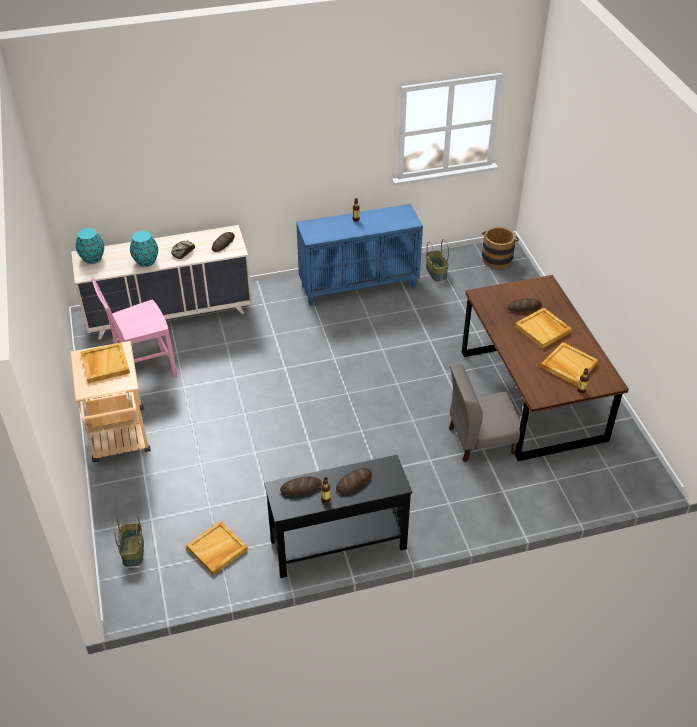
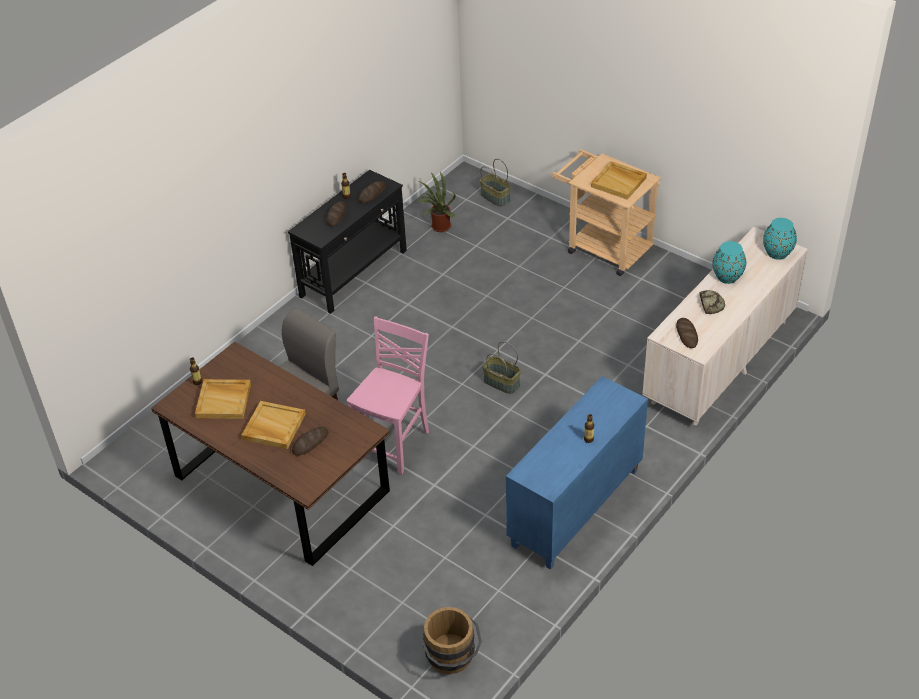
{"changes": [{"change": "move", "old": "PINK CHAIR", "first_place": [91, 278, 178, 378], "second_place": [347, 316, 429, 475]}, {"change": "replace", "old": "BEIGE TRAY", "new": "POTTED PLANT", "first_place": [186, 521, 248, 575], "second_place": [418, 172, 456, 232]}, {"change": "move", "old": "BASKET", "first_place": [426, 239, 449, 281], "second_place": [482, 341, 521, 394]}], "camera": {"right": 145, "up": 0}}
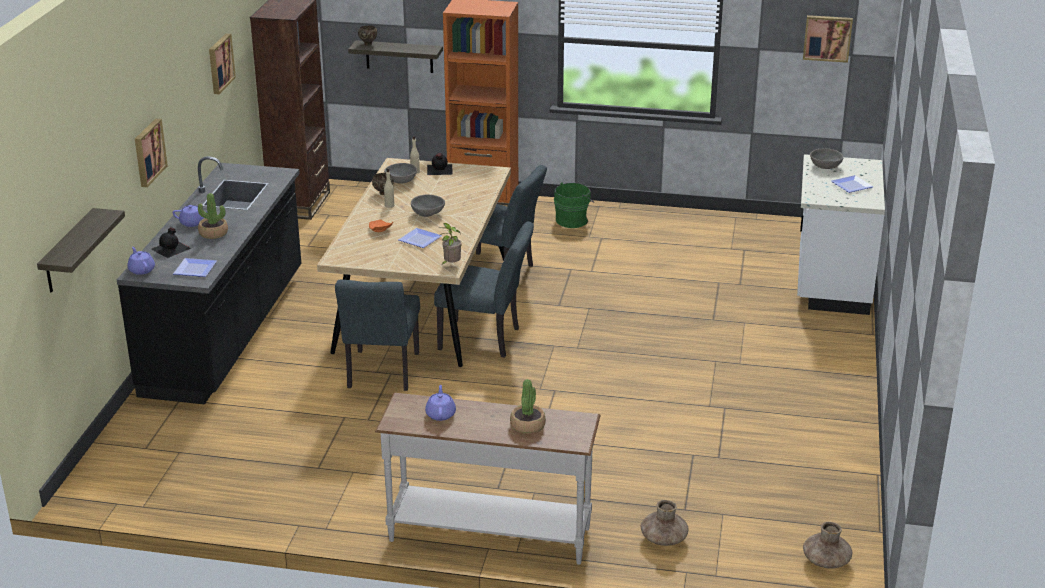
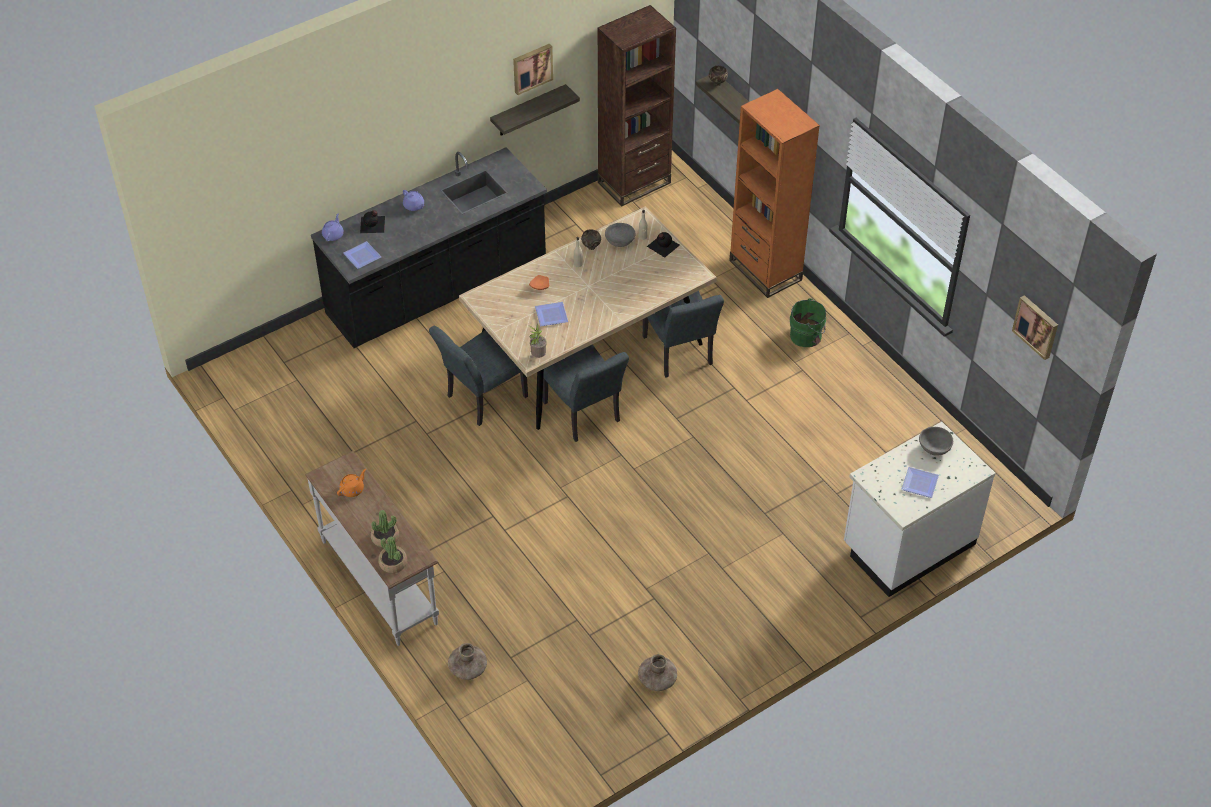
{"changes": [{"change": "recolor", "old": "PURPLE TEAPOT", "new": "ORANGE TEAPOT", "first_place": [425, 385, 456, 421], "second_place": [337, 469, 366, 497]}, {"change": "move", "old": "POTTED PLANT", "first_place": [198, 193, 228, 239], "second_place": [378, 536, 407, 573]}, {"change": "move", "old": "SHELF", "first_place": [37, 208, 125, 292], "second_place": [490, 84, 580, 136]}, {"change": "move", "old": "BROWN VASE", "first_place": [803, 522, 852, 568], "second_place": [638, 654, 677, 691]}, {"change": "delete", "old": "PICTURE", "first_place": [135, 119, 168, 187]}, {"change": "delete", "old": "GREY BOWL", "first_place": [411, 195, 445, 217]}], "camera": {"right": 45, "up": 20}}
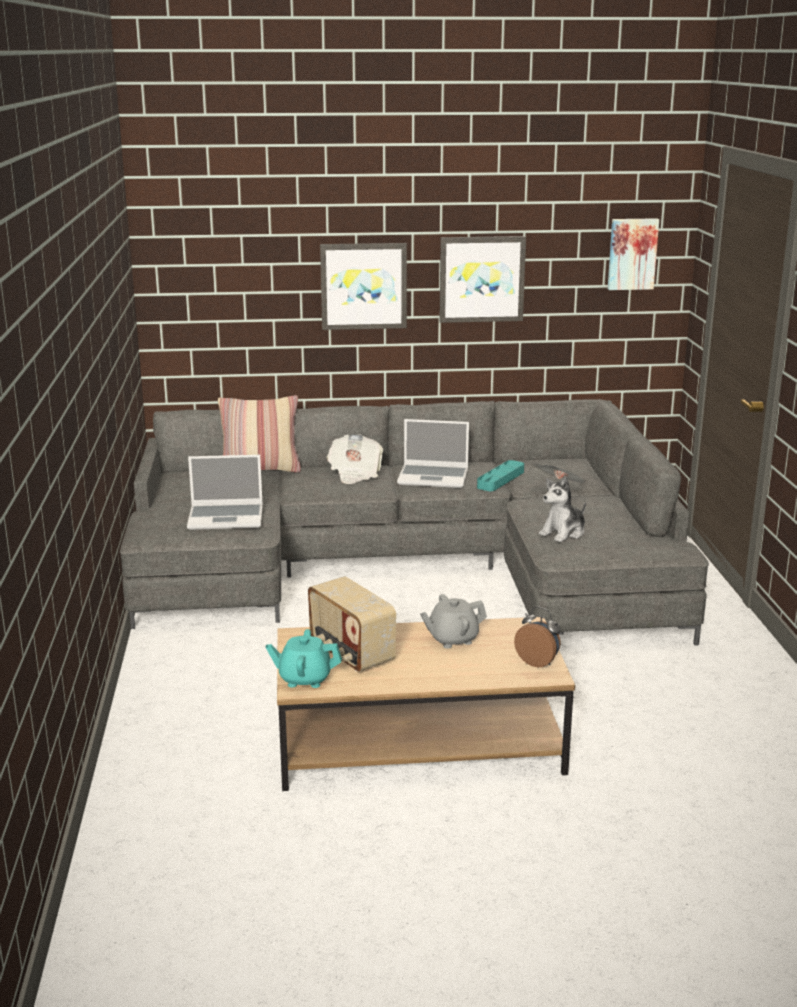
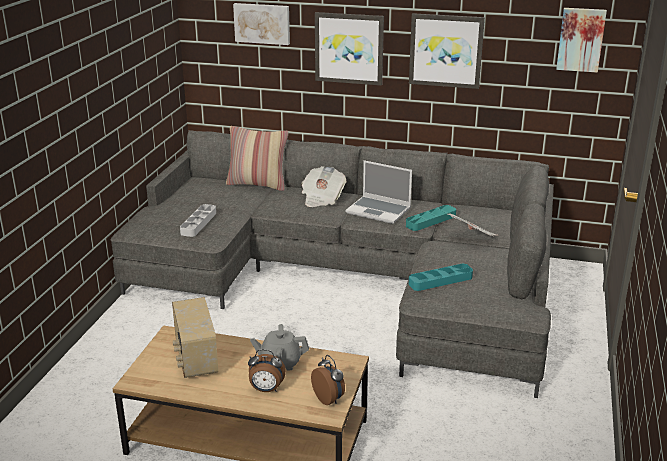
{"changes": [{"change": "replace", "old": "LAPTOP", "new": "GREY TRAY", "first_place": [187, 455, 263, 530], "second_place": [180, 204, 216, 237]}, {"change": "insert", "new": "PICTURE", "second_place": [233, 3, 290, 45]}, {"change": "insert", "new": "ALARM CLOCK", "second_place": [248, 349, 286, 392]}, {"change": "replace", "old": "PLUSH TOY", "new": "TURQUOISE TRAY", "first_place": [539, 476, 586, 542], "second_place": [409, 264, 473, 291]}, {"change": "delete", "old": "TURQUOISE TEAPOT", "first_place": [266, 629, 342, 688]}], "camera": {"right": 20, "up": 5}}
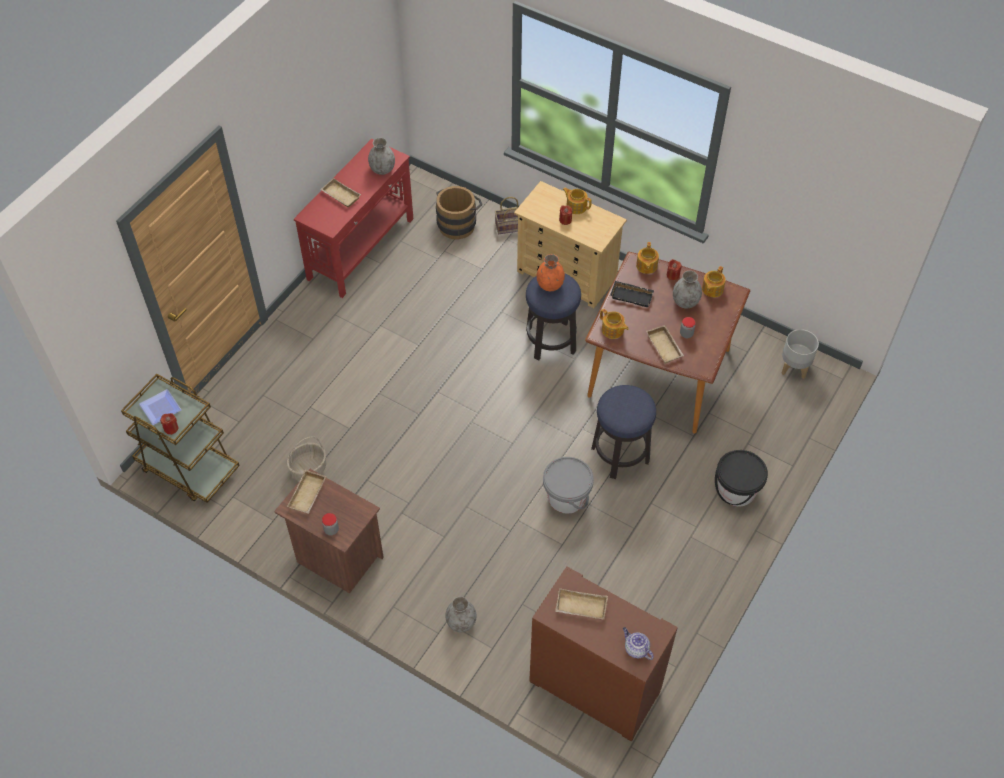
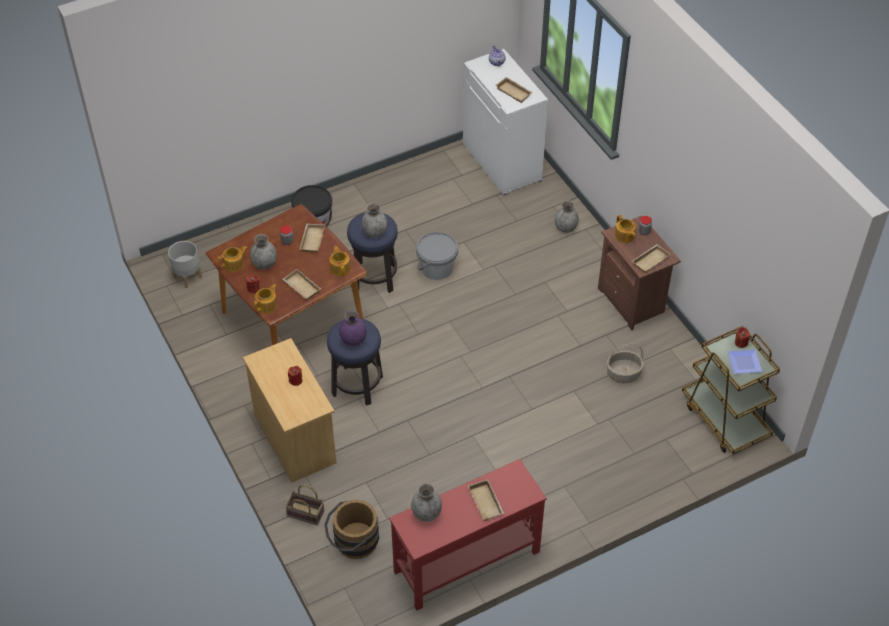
{"changes": [{"change": "recolor", "old": "BLACK TRAY", "new": "BEIGE TRAY", "first_place": [610, 281, 654, 307], "second_place": [283, 269, 321, 300]}, {"change": "recolor", "old": "ORANGE VASE", "new": "PURPLE VASE", "first_place": [537, 254, 565, 291], "second_place": [339, 310, 367, 346]}, {"change": "insert", "new": "GREY VASE", "second_place": [362, 203, 387, 238]}, {"change": "recolor", "old": "BROWN CABINET", "new": "WHITE CABINET", "first_place": [529, 567, 678, 742], "second_place": [463, 49, 548, 195]}, {"change": "move", "old": "TEAPOT", "first_place": [563, 188, 592, 214], "second_place": [615, 215, 636, 243]}], "camera": {"right": -150, "up": -5}}
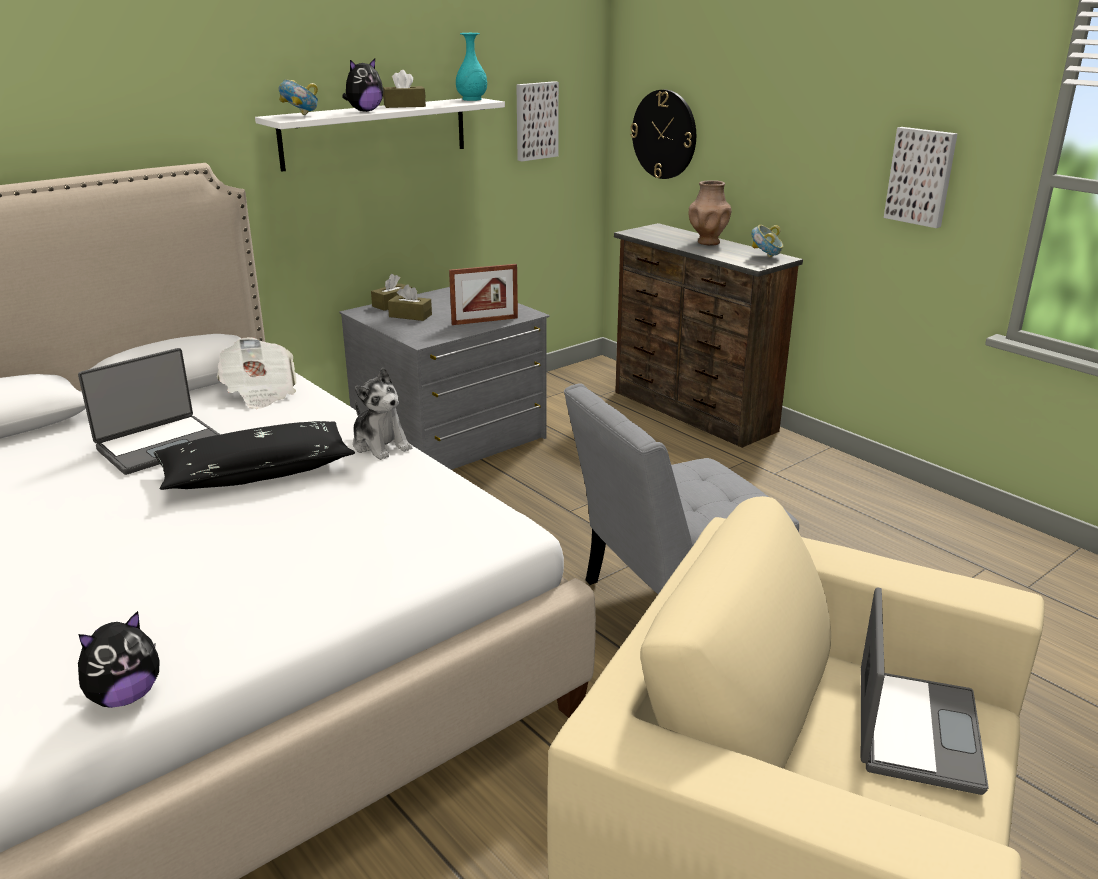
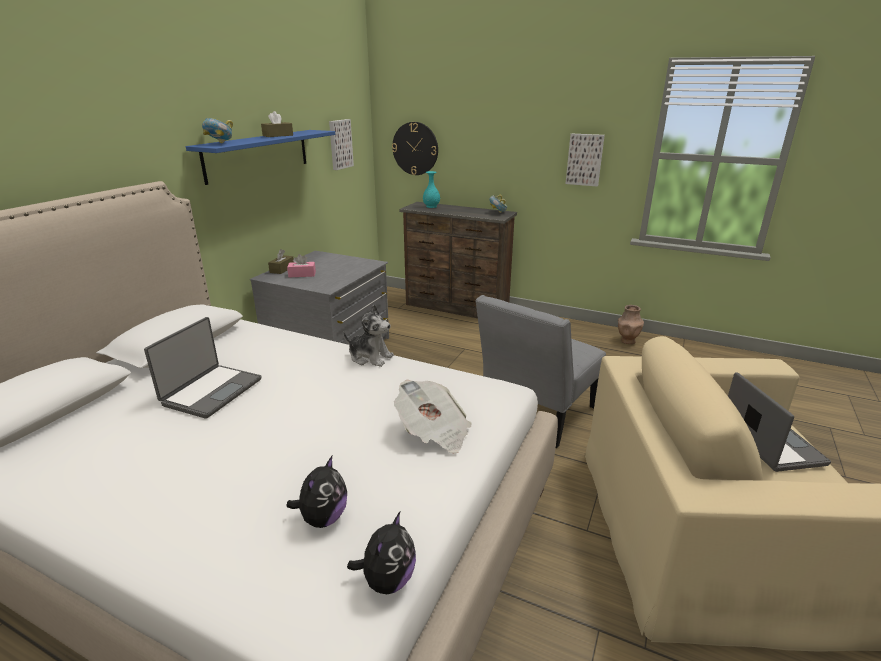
{"changes": [{"change": "recolor", "old": "WHITE SHELF", "new": "BLUE SHELF", "first_place": [255, 98, 505, 172], "second_place": [186, 130, 335, 185]}, {"change": "move", "old": "PLUSH TOY", "first_place": [342, 59, 383, 112], "second_place": [286, 456, 347, 528]}, {"change": "recolor", "old": "BROWN TISSUE BOX", "new": "PINK TISSUE BOX", "first_place": [388, 284, 432, 321], "second_place": [287, 254, 316, 278]}, {"change": "move", "old": "NEWSPAPER", "first_place": [217, 337, 296, 409], "second_place": [394, 380, 472, 453]}, {"change": "move", "old": "TURQUOISE VASE", "first_place": [456, 33, 487, 101], "second_place": [423, 171, 440, 208]}, {"change": "move", "old": "BROWN VASE", "first_place": [688, 180, 732, 246], "second_place": [618, 305, 644, 344]}, {"change": "delete", "old": "BLACK PILLOW", "first_place": [154, 421, 355, 490]}, {"change": "delete", "old": "PICTURE FRAME", "first_place": [449, 264, 518, 325]}], "camera": {"right": -25, "up": 0}}
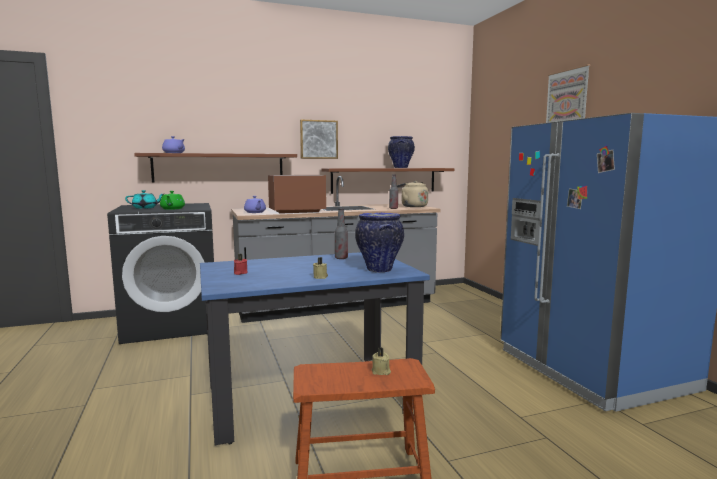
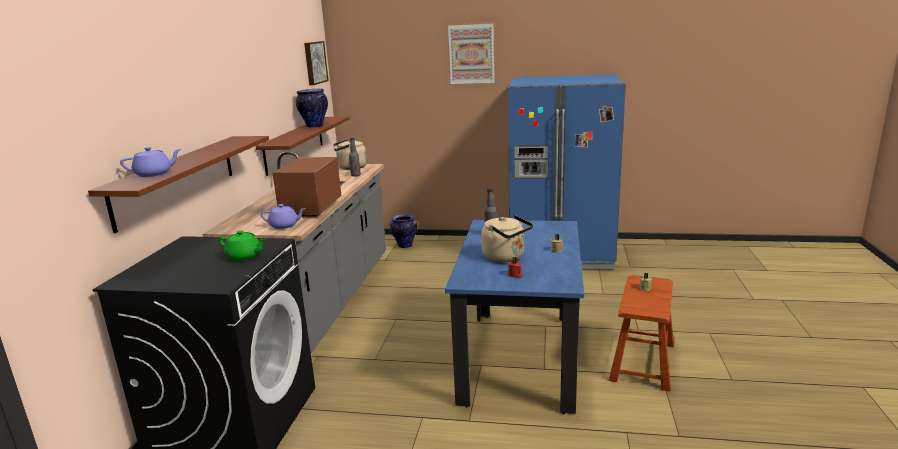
{"changes": [{"change": "move", "old": "PICTURE", "first_place": [300, 120, 338, 159], "second_place": [304, 41, 329, 85]}, {"change": "move", "old": "VASE", "first_place": [355, 213, 404, 273], "second_place": [389, 213, 418, 248]}, {"change": "insert", "new": "BEIGE KETTLE", "second_place": [481, 215, 533, 262]}, {"change": "delete", "old": "TURQUOISE TEAPOT", "first_place": [125, 190, 164, 209]}], "camera": {"right": -60, "up": 10}}
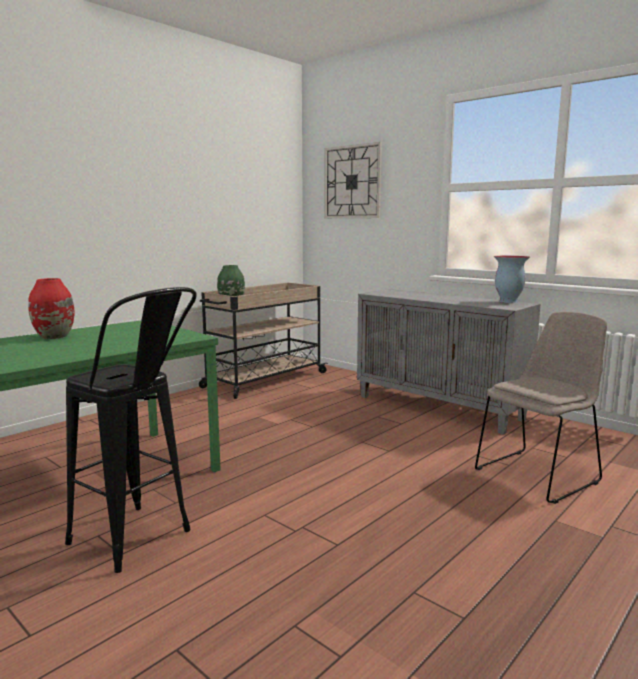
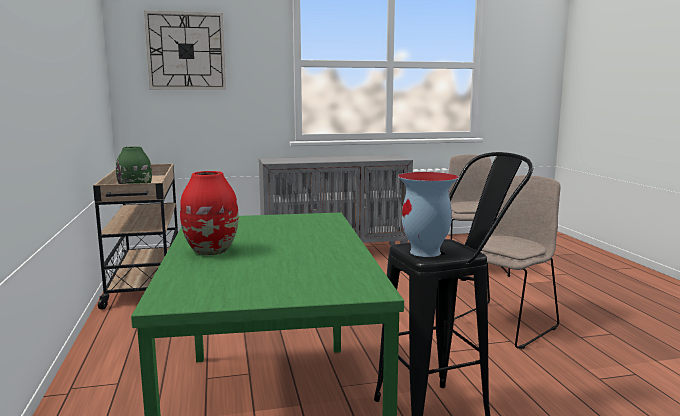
{"changes": [{"change": "move", "old": "VASE", "first_place": [494, 256, 530, 303], "second_place": [398, 172, 459, 257]}, {"change": "insert", "new": "BEIGE CHAIR", "second_place": [454, 175, 560, 349]}], "camera": {"right": -55, "up": 0}}
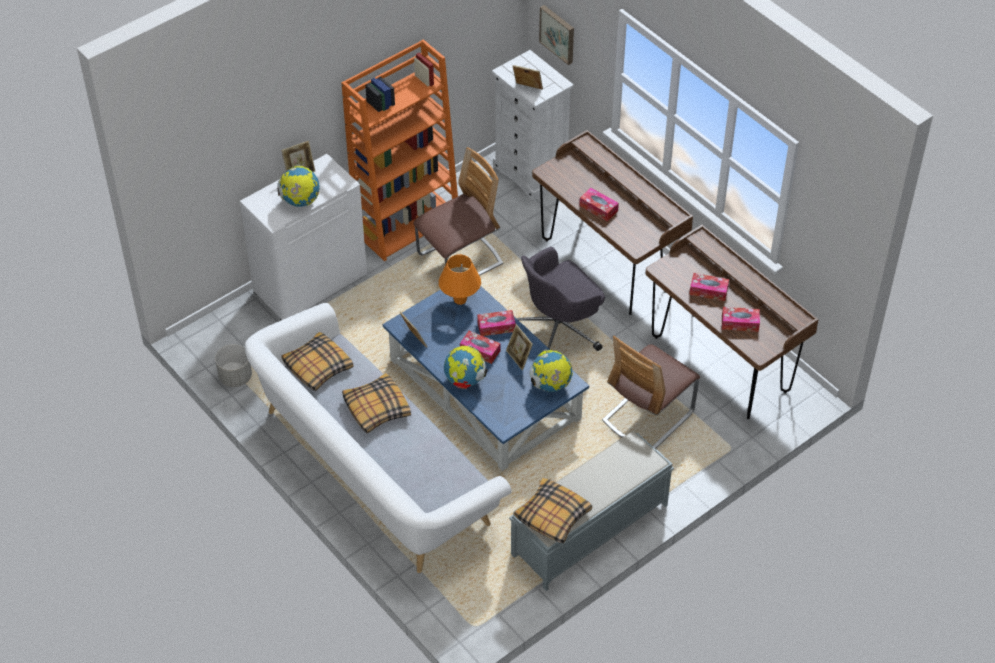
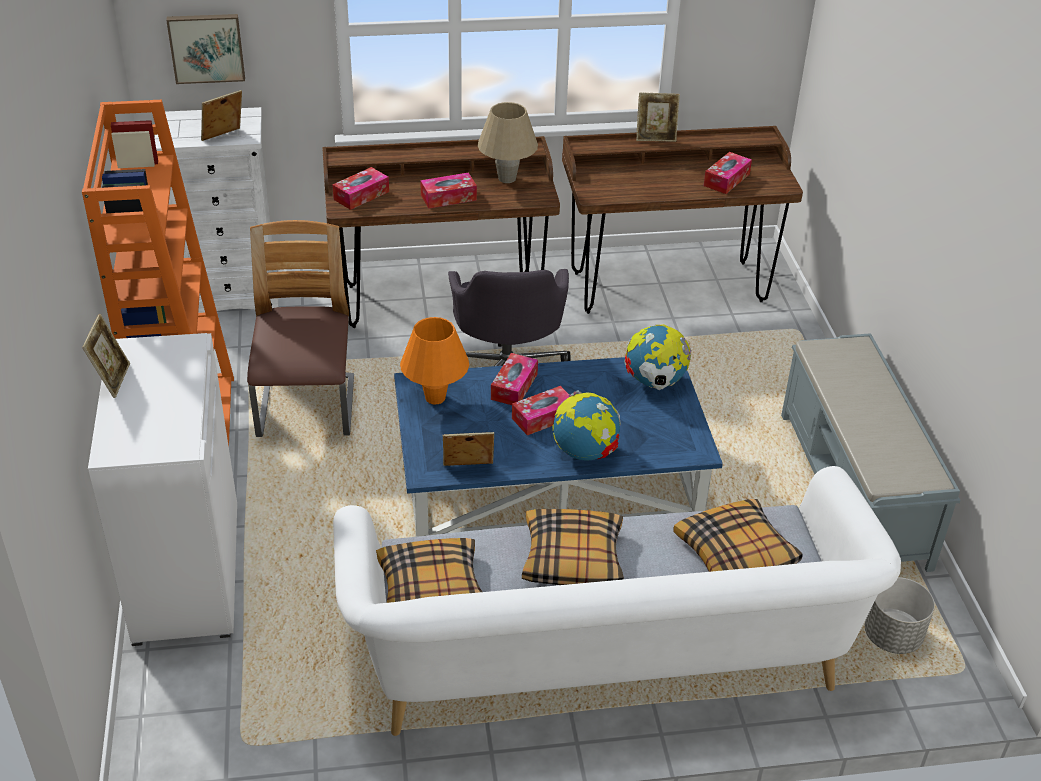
{"changes": [{"change": "move", "old": "TISSUE BOX", "first_place": [689, 273, 729, 301], "second_place": [332, 167, 389, 210]}, {"change": "insert", "new": "BEIGE TABLE LAMP", "second_place": [478, 102, 538, 183]}, {"change": "move", "old": "PICTURE FRAME", "first_place": [506, 324, 533, 370], "second_place": [636, 93, 680, 142]}, {"change": "move", "old": "PILLOW", "first_place": [514, 478, 592, 544], "second_place": [673, 499, 803, 572]}, {"change": "move", "old": "GREY PLANTER", "first_place": [215, 344, 252, 387], "second_place": [865, 577, 935, 654]}, {"change": "delete", "old": "GLOBE", "first_place": [277, 165, 319, 207]}, {"change": "delete", "old": "CHAIR", "first_place": [602, 336, 700, 449]}], "camera": {"right": -60, "up": -10}}
